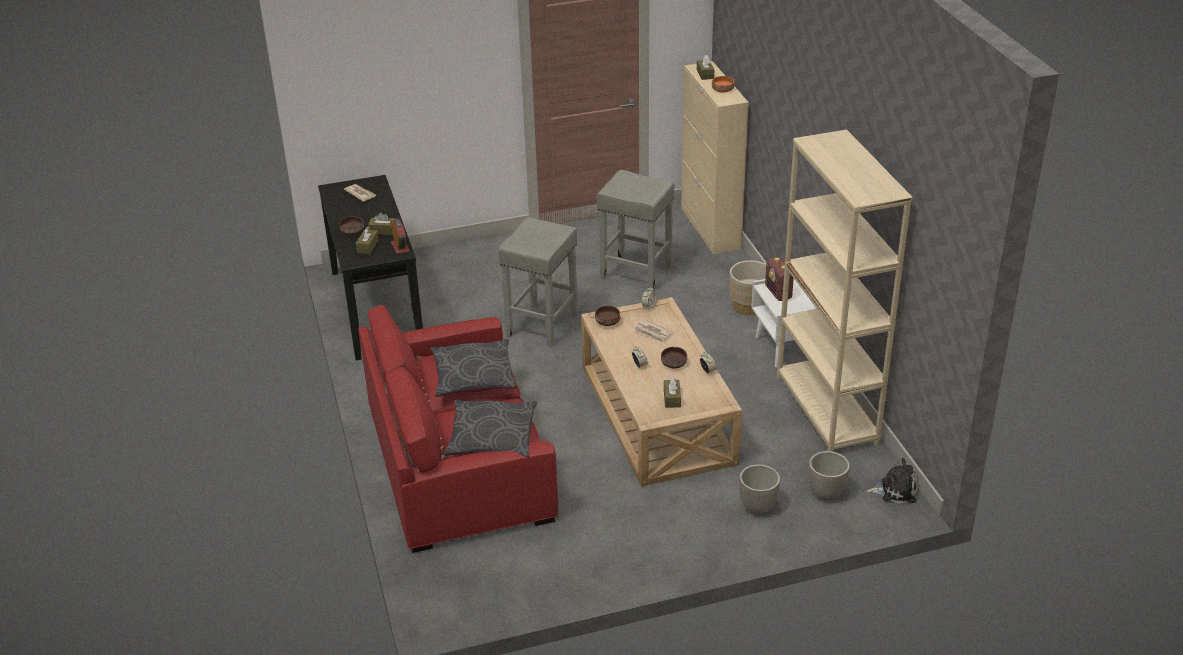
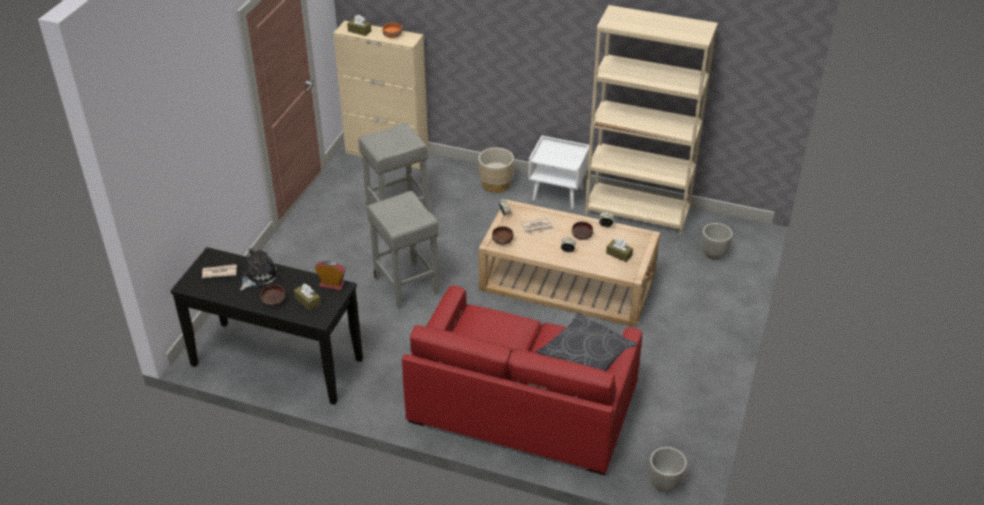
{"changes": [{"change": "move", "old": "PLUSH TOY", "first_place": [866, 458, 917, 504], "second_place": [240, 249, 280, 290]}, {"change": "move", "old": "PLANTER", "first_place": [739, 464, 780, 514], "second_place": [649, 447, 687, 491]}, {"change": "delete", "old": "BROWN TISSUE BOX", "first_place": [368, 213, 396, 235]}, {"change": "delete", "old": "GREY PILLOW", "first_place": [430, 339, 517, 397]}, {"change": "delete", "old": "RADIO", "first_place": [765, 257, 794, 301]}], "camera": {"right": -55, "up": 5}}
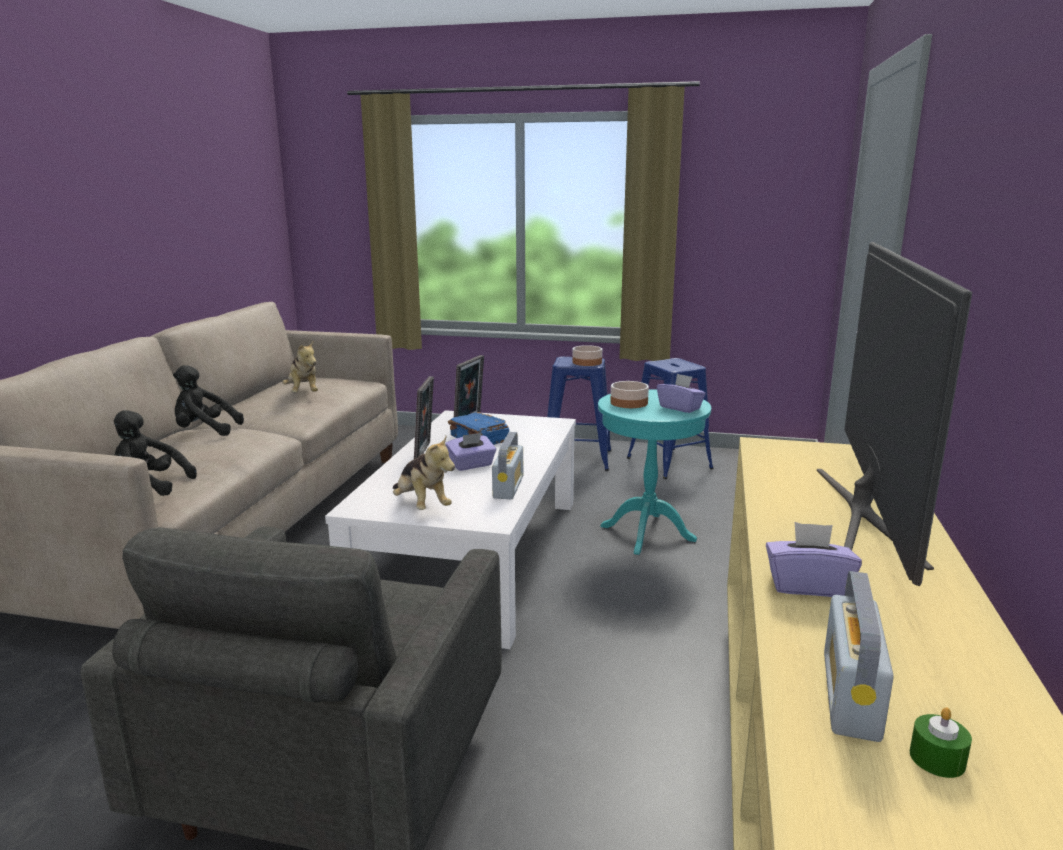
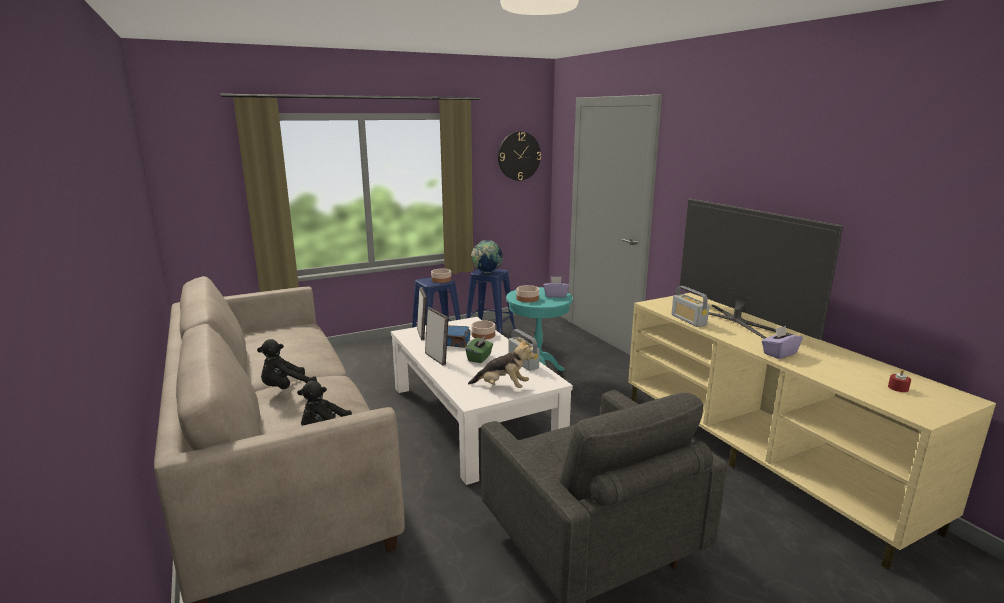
{"changes": [{"change": "recolor", "old": "PURPLE TISSUE BOX", "new": "GREEN TISSUE BOX", "first_place": [445, 433, 496, 471], "second_place": [466, 336, 493, 363]}, {"change": "insert", "new": "GLOBE", "second_place": [471, 240, 503, 273]}, {"change": "insert", "new": "BOWL", "second_place": [471, 321, 495, 340]}, {"change": "insert", "new": "WALL CLOCK", "second_place": [498, 132, 541, 181]}, {"change": "move", "old": "RADIO", "first_place": [824, 571, 893, 742], "second_place": [671, 286, 709, 327]}, {"change": "recolor", "old": "GREEN CANDLE", "new": "RED CANDLE", "first_place": [910, 707, 972, 778], "second_place": [888, 369, 911, 392]}, {"change": "delete", "old": "PLUSH TOY", "first_place": [282, 340, 318, 393]}], "camera": {"right": -40, "up": 0}}
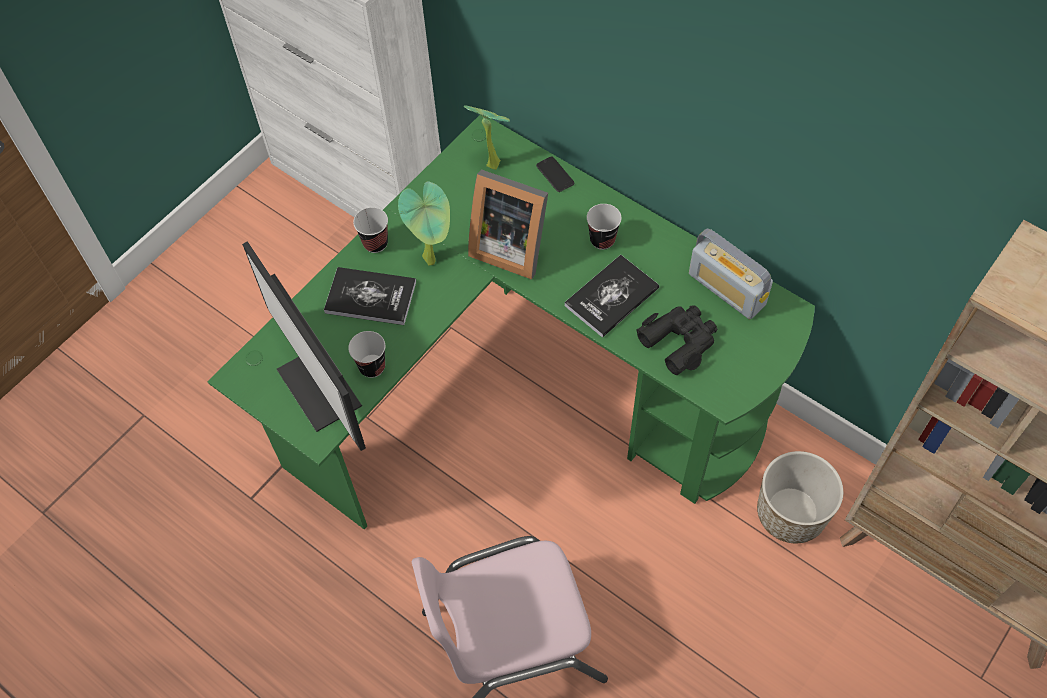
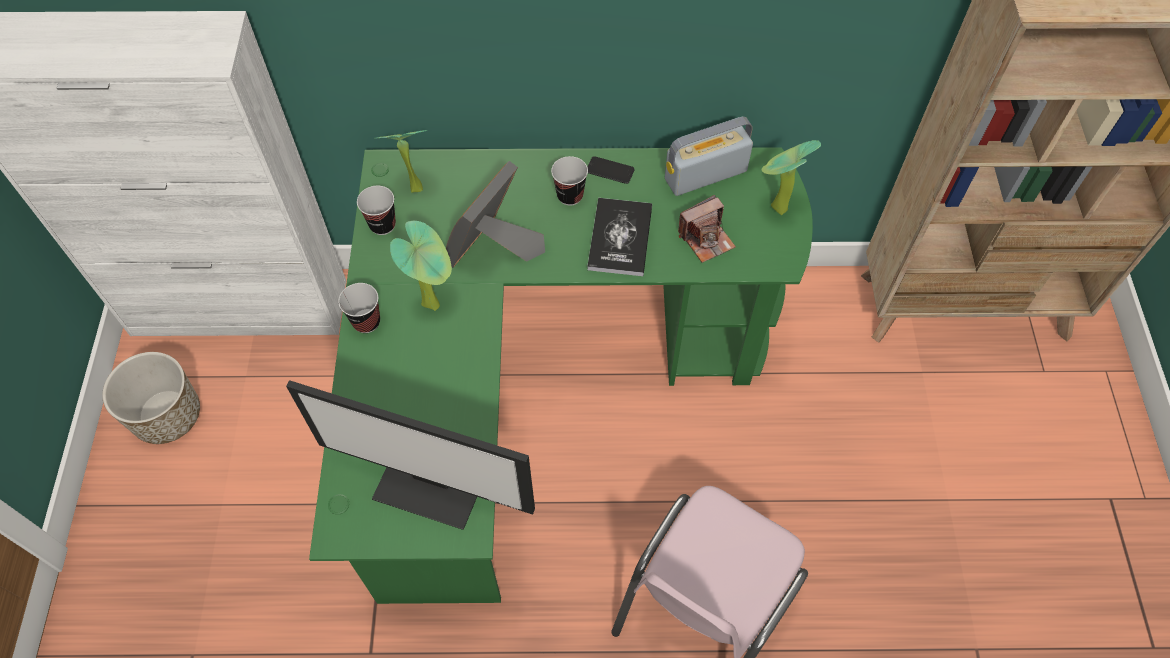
{"changes": [{"change": "move", "old": "PLANTER", "first_place": [757, 451, 843, 543], "second_place": [102, 352, 200, 444]}, {"change": "move", "old": "CUP", "first_place": [348, 331, 385, 378], "second_place": [357, 186, 396, 235]}, {"change": "rotate", "old": "PICTURE FRAME", "first_place": [468, 169, 548, 280], "second_place": [446, 161, 545, 268], "degrees": 135}, {"change": "move", "old": "PHONE", "first_place": [536, 156, 574, 192], "second_place": [588, 156, 635, 184]}, {"change": "rotate", "old": "RADIO", "first_place": [689, 229, 773, 319], "second_place": [665, 117, 753, 196], "degrees": 150}, {"change": "replace", "old": "BLACK BINOCULARS", "new": "PHOTO CAMERA", "first_place": [636, 305, 718, 375], "second_place": [678, 195, 736, 263]}, {"change": "insert", "new": "POTTED PLANT", "second_place": [762, 140, 821, 215]}, {"change": "delete", "old": "BOOK", "first_place": [324, 267, 416, 325]}], "camera": {"right": -40, "up": 0}}
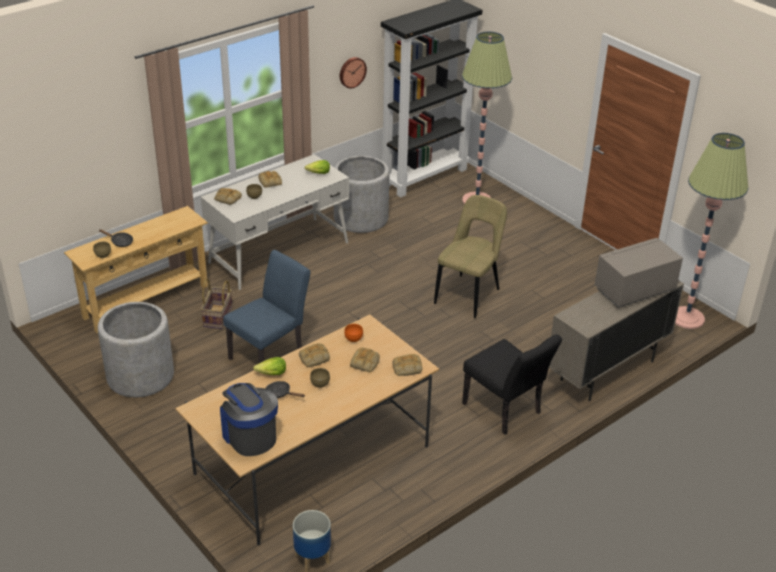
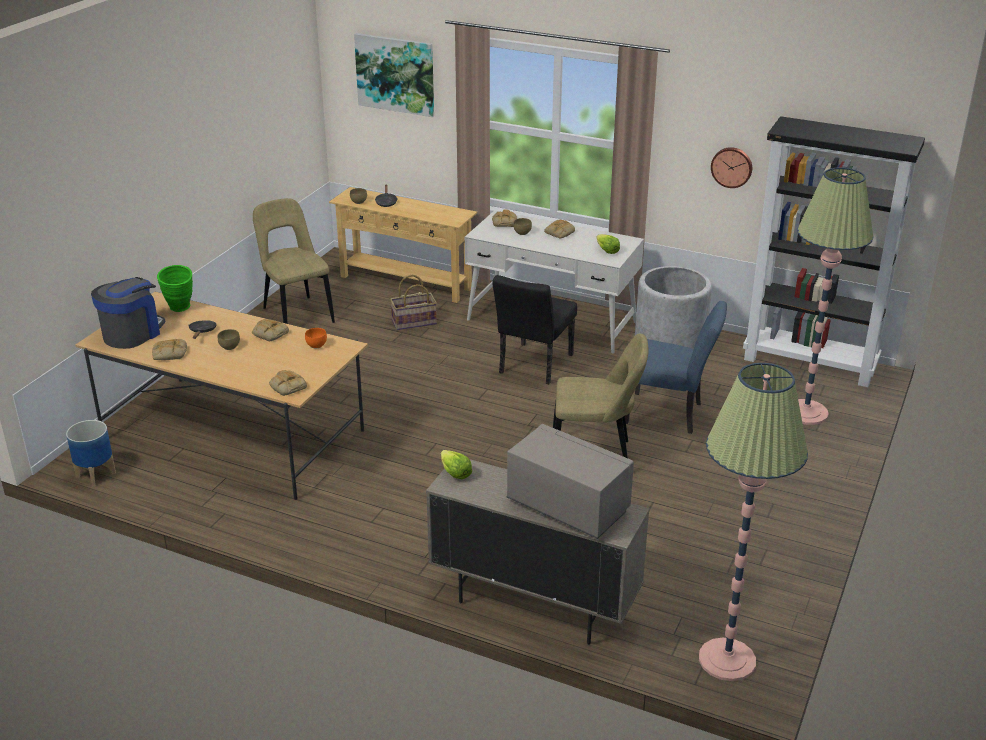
{"changes": [{"change": "move", "old": "BREAD", "first_place": [350, 347, 380, 372], "second_place": [152, 339, 187, 360]}, {"change": "insert", "new": "GREEN VASE", "second_place": [157, 265, 193, 312]}, {"change": "replace", "old": "GREY PLANTER", "new": "BEIGE CHAIR", "first_place": [98, 302, 174, 397], "second_place": [253, 198, 335, 324]}, {"change": "insert", "new": "PICTURE", "second_place": [354, 33, 434, 117]}, {"change": "move", "old": "LETTUCE", "first_place": [253, 357, 286, 375], "second_place": [441, 450, 472, 480]}, {"change": "move", "old": "BLACK CHAIR", "first_place": [462, 334, 562, 435], "second_place": [492, 275, 577, 384]}, {"change": "move", "old": "BLUE CHAIR", "first_place": [223, 250, 310, 363], "second_place": [625, 301, 727, 434]}], "camera": {"right": 65, "up": -5}}
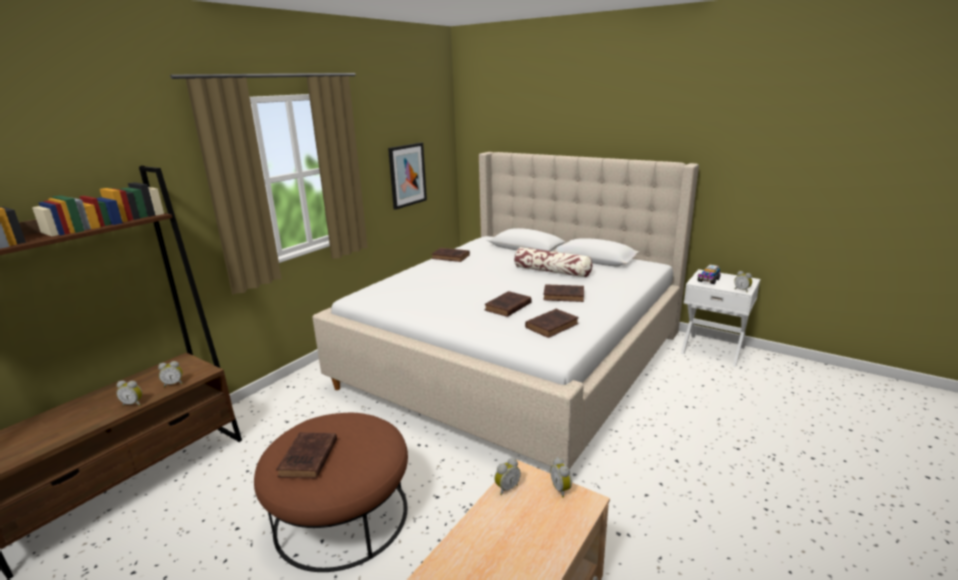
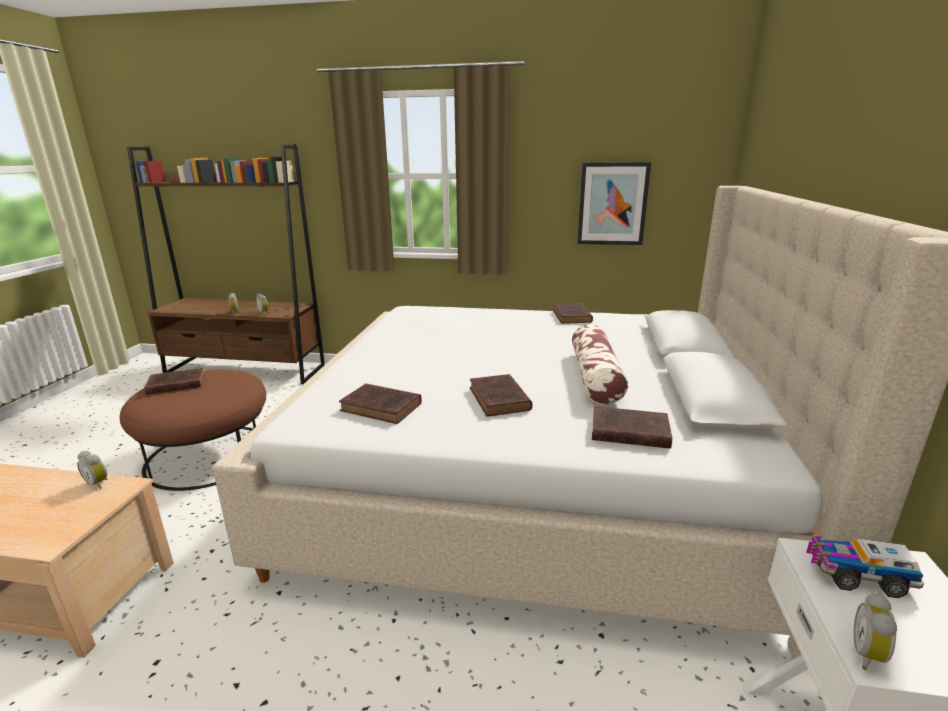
{"changes": [{"change": "move", "old": "BROWN BOOK", "first_place": [484, 291, 532, 317], "second_place": [592, 406, 672, 449]}, {"change": "delete", "old": "ALARM CLOCK", "first_place": [550, 457, 572, 498]}], "camera": {"right": 65, "up": 0}}
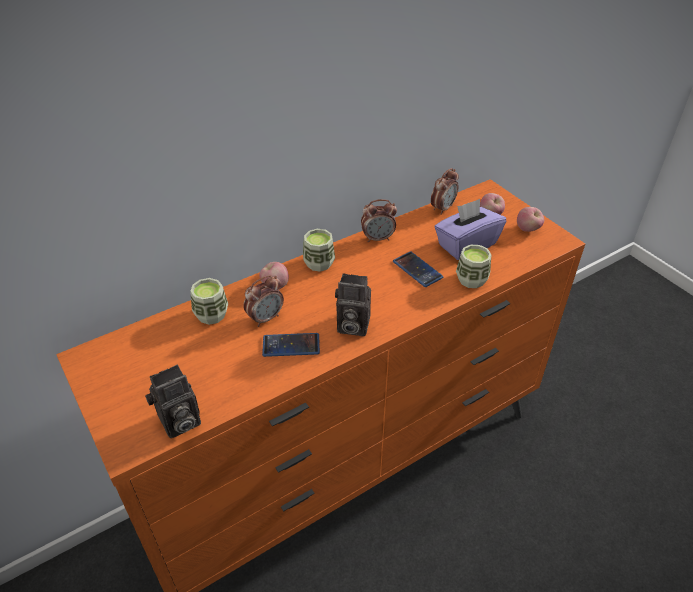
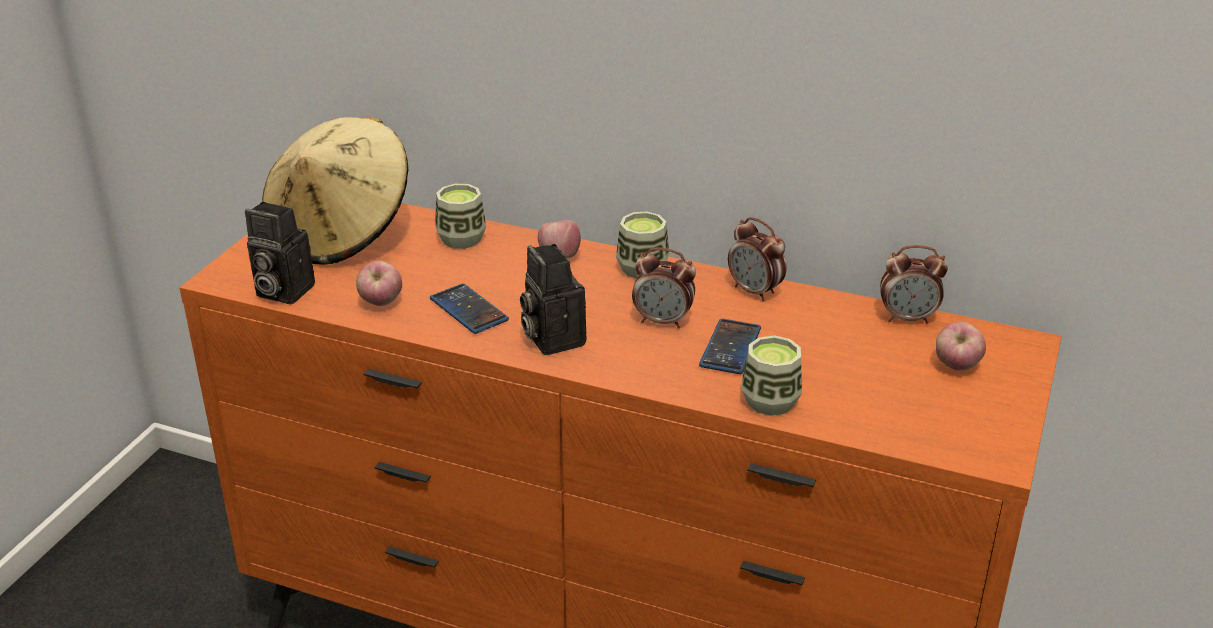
{"changes": [{"change": "insert", "new": "BEIGE HAT", "second_place": [262, 117, 408, 264]}, {"change": "move", "old": "APPLE", "first_place": [517, 207, 544, 232], "second_place": [356, 261, 402, 306]}, {"change": "move", "old": "ALARM CLOCK", "first_place": [243, 275, 284, 327], "second_place": [632, 247, 696, 329]}, {"change": "delete", "old": "PURPLE TISSUE BOX", "first_place": [434, 199, 506, 260]}], "camera": {"right": 55, "up": -10}}
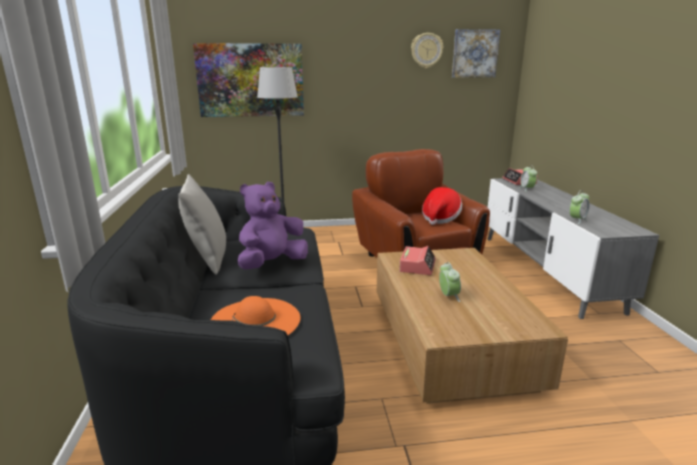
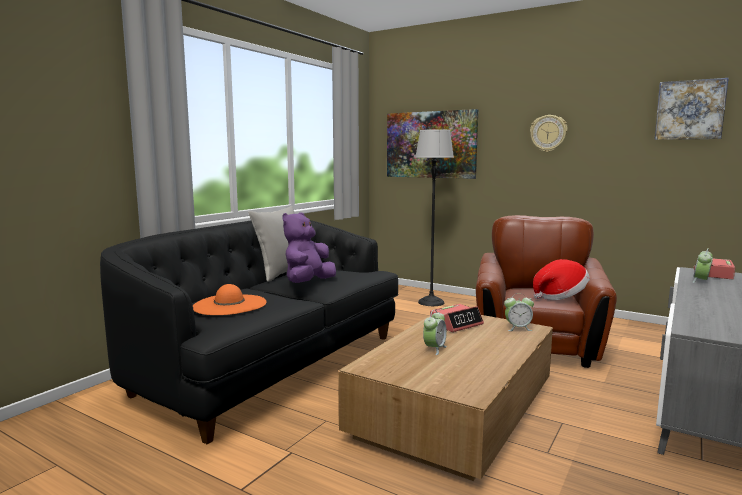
{"changes": [{"change": "rotate", "old": "PURPLE PLUSH TOY", "first_place": [238, 182, 308, 270], "second_place": [282, 212, 336, 283], "degrees": -60}, {"change": "move", "old": "ALARM CLOCK", "first_place": [570, 190, 589, 224], "second_place": [504, 293, 534, 331]}, {"change": "move", "old": "WALL CLOCK", "first_place": [411, 33, 443, 68], "second_place": [530, 115, 568, 152]}], "camera": {"right": 40, "up": -10}}
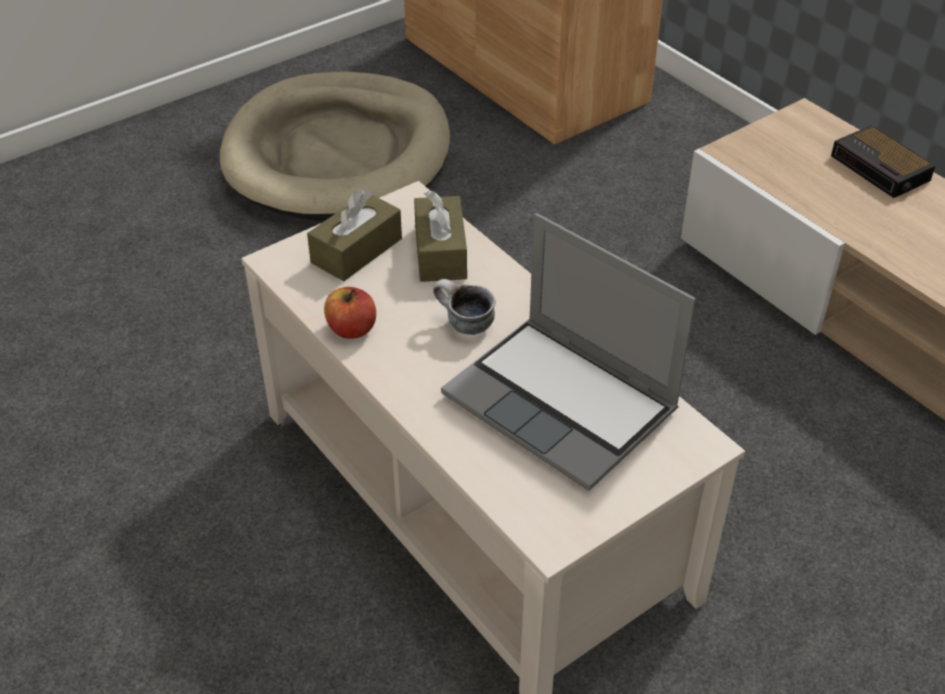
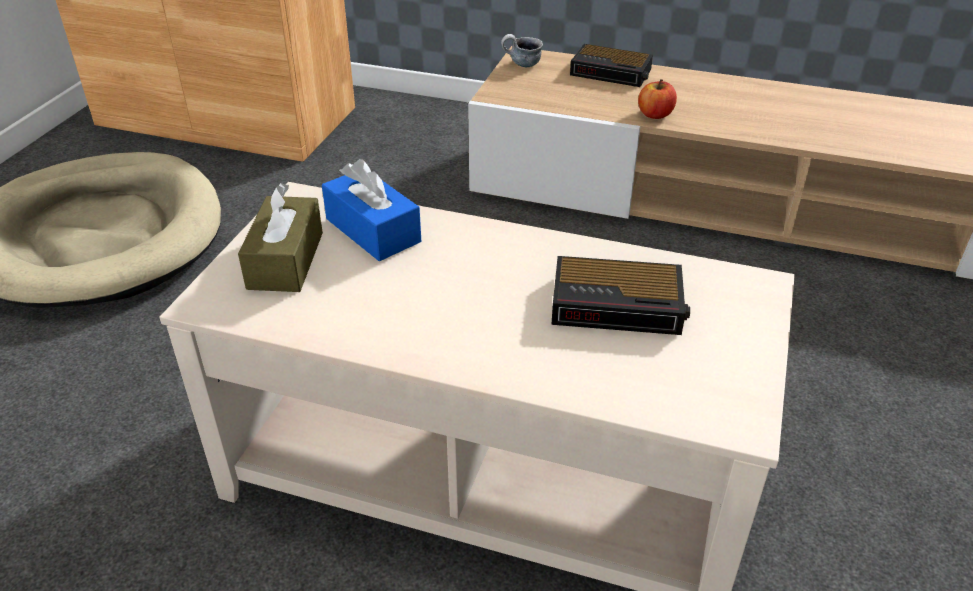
{"changes": [{"change": "recolor", "old": "BROWN TISSUE BOX", "new": "BLUE TISSUE BOX", "first_place": [414, 191, 467, 282], "second_place": [322, 159, 421, 261]}, {"change": "move", "old": "MUG", "first_place": [433, 279, 496, 335], "second_place": [501, 34, 543, 67]}, {"change": "replace", "old": "LAPTOP", "new": "ALARM CLOCK", "first_place": [441, 213, 696, 491], "second_place": [551, 256, 690, 335]}, {"change": "move", "old": "APPLE", "first_place": [324, 287, 376, 339], "second_place": [638, 79, 677, 119]}], "camera": {"right": -35, "up": -5}}
